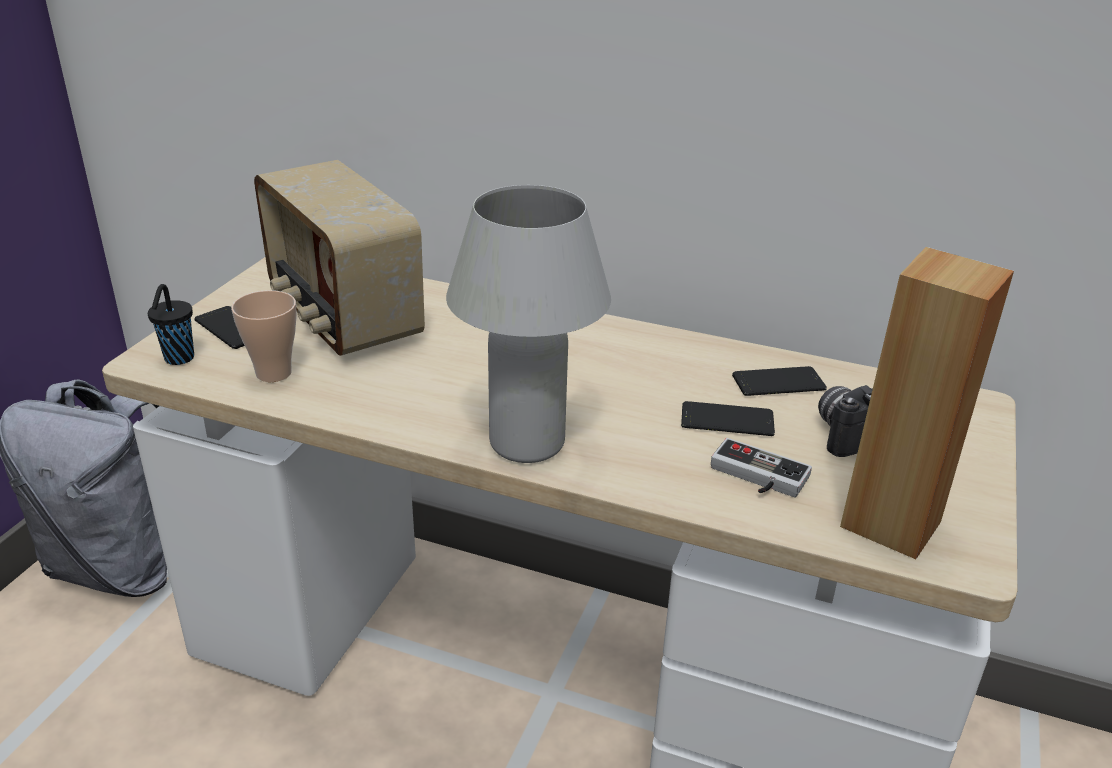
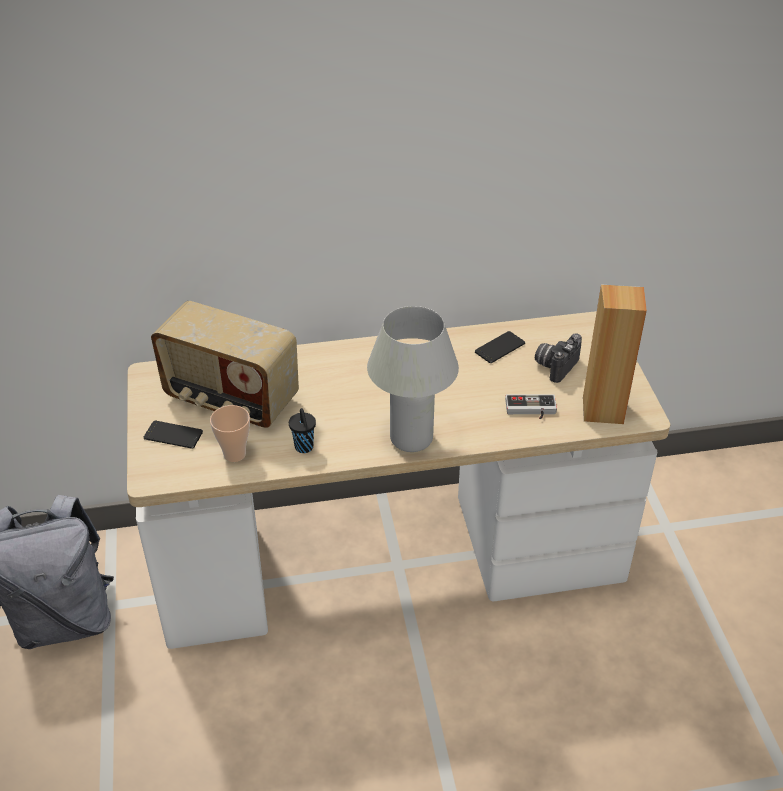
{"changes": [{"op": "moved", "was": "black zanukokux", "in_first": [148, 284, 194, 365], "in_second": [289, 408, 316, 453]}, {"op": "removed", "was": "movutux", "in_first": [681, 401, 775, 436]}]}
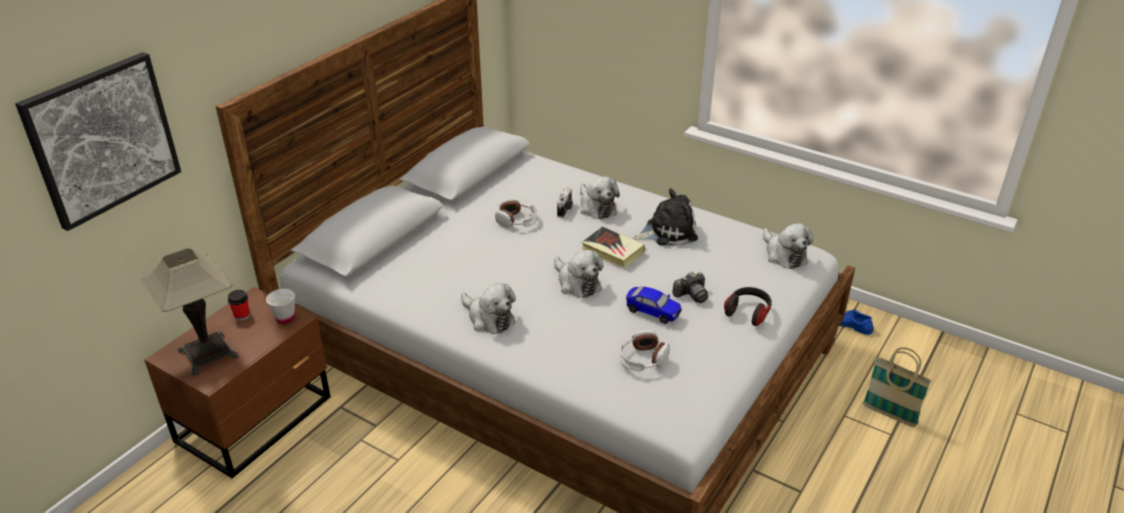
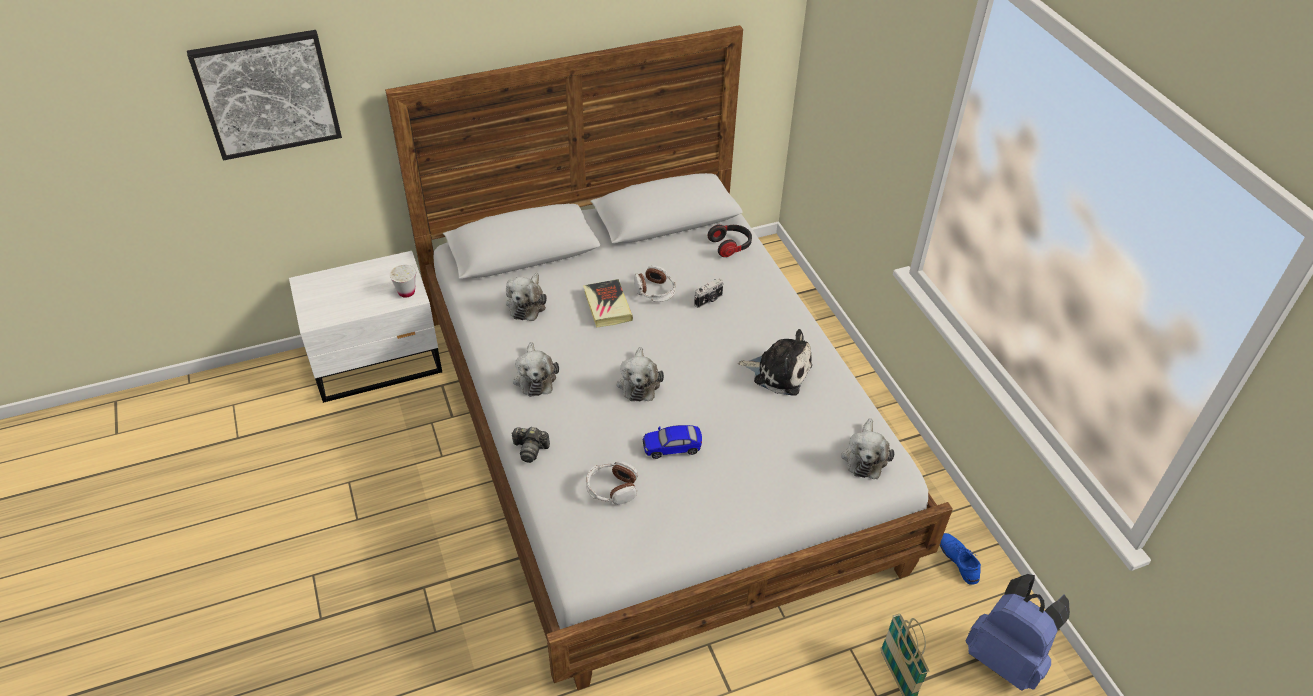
{"changes": [{"op": "removed", "was": "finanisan", "in_first": [142, 248, 239, 376]}, {"op": "recoloured", "was": "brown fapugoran", "now": "white fapugoran", "in_first": [144, 287, 331, 478], "in_second": [289, 251, 442, 403]}, {"op": "removed", "was": "zanukokux", "in_first": [228, 290, 250, 321]}, {"op": "moved", "was": "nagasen", "in_first": [580, 176, 620, 220], "in_second": [506, 273, 547, 321]}, {"op": "moved", "was": "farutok", "in_first": [581, 226, 645, 268], "in_second": [583, 279, 633, 328]}, {"op": "turned", "was": "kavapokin", "in_first": [626, 287, 682, 324], "in_second": [642, 425, 702, 459], "clockwise": 105}, {"op": "moved", "was": "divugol", "in_first": [672, 272, 708, 303], "in_second": [511, 427, 550, 463]}, {"op": "moved", "was": "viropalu", "in_first": [724, 287, 772, 326], "in_second": [708, 225, 752, 257]}, {"op": "added", "now": "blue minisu", "in_second": [965, 574, 1070, 691]}]}
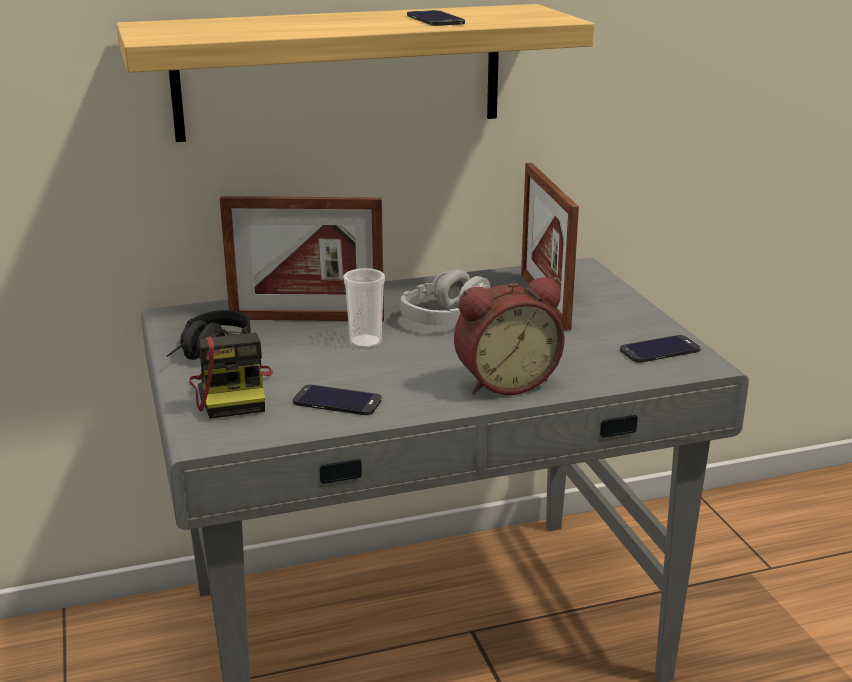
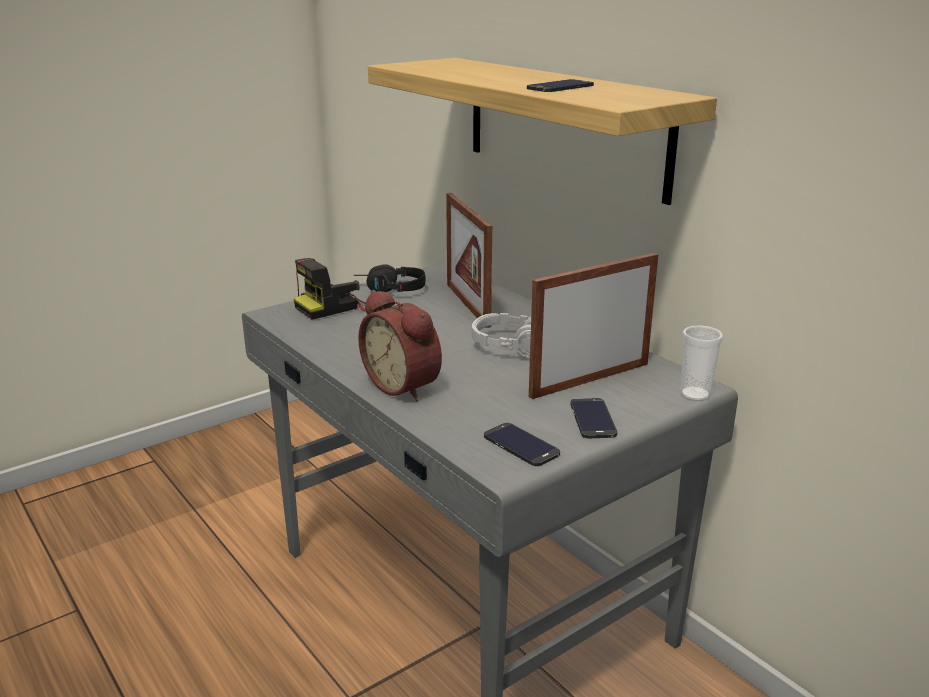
{"changes": [{"op": "moved", "was": "movutux", "in_first": [293, 385, 382, 415], "in_second": [571, 398, 617, 438]}, {"op": "moved", "was": "zanukokux", "in_first": [343, 268, 385, 349], "in_second": [680, 326, 723, 401]}]}
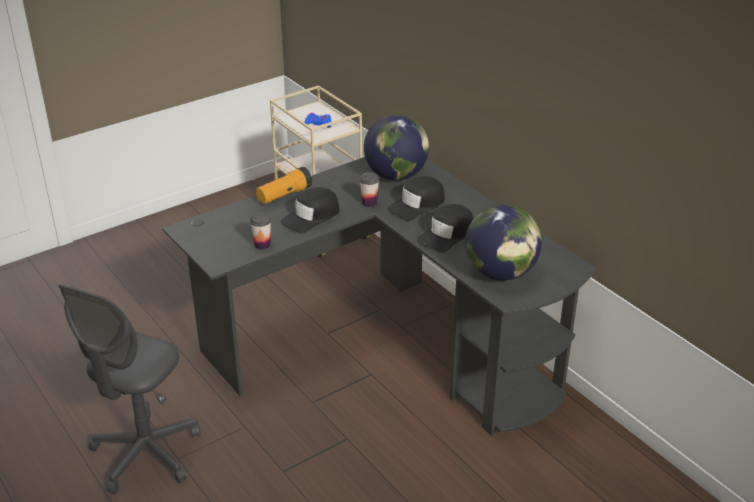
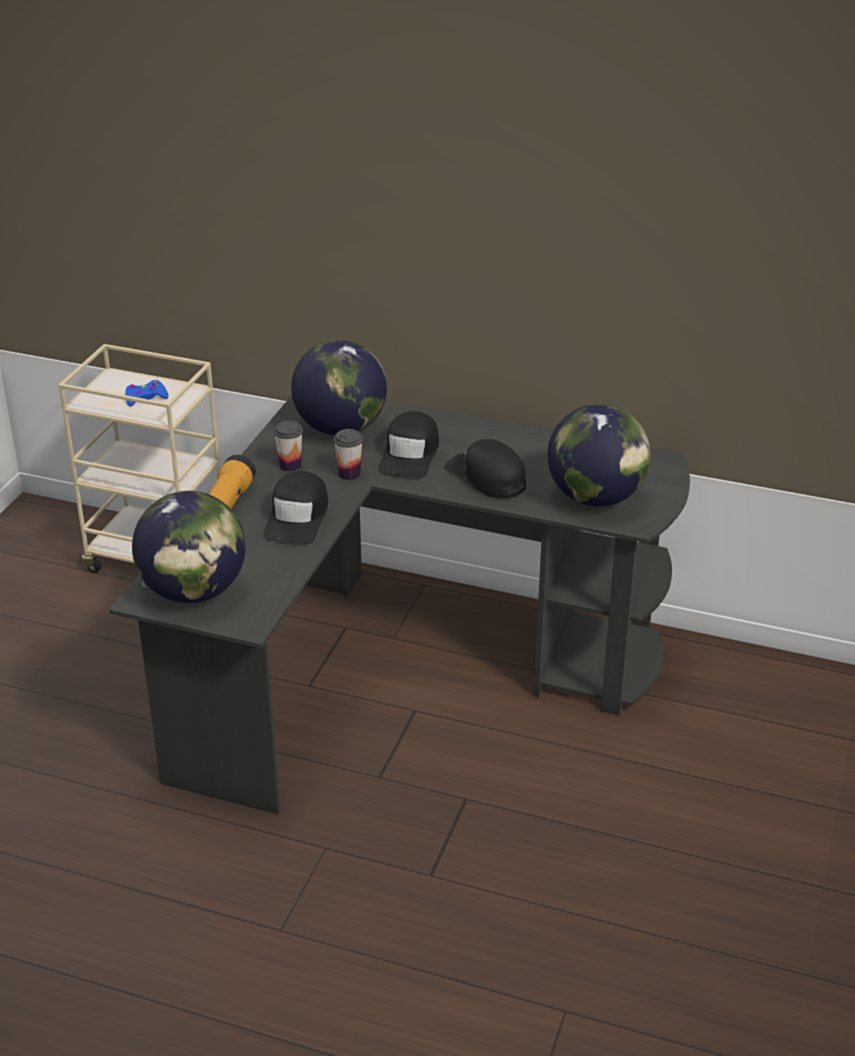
{"changes": [{"op": "removed", "was": "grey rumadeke", "in_first": [58, 284, 200, 494]}, {"op": "moved", "was": "zanukokux", "in_first": [250, 213, 271, 250], "in_second": [274, 421, 303, 472]}, {"op": "turned", "was": "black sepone", "in_first": [417, 204, 474, 253], "in_second": [444, 439, 526, 498], "clockwise": 135}, {"op": "added", "now": "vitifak", "in_second": [132, 491, 246, 603]}]}
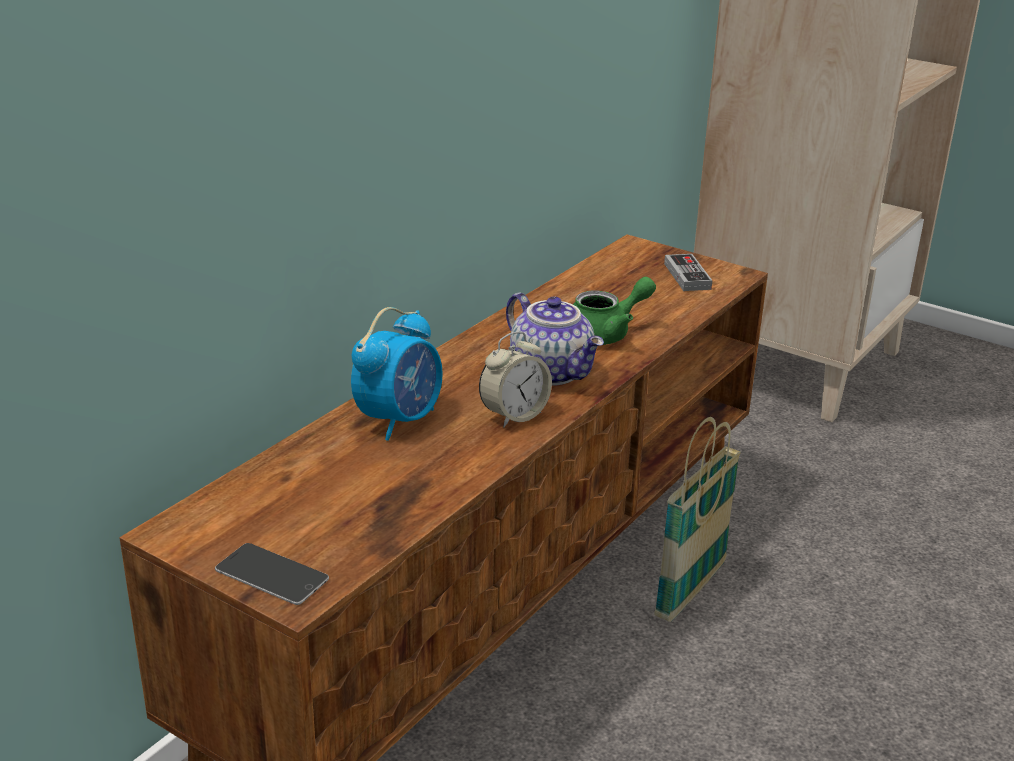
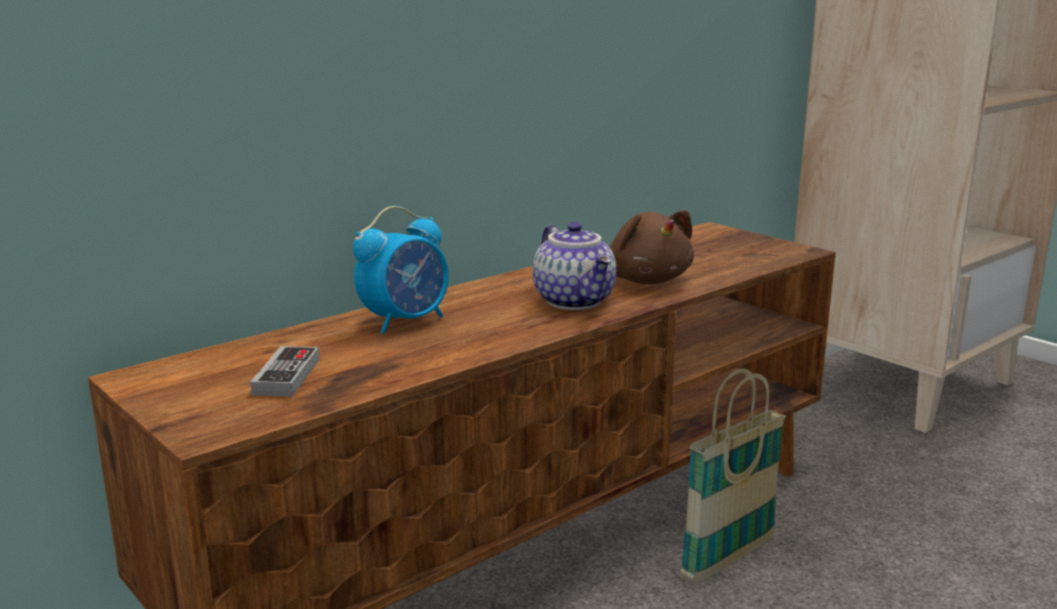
{"changes": [{"op": "removed", "was": "movutux", "in_first": [215, 543, 329, 605]}, {"op": "removed", "was": "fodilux", "in_first": [479, 332, 552, 427]}, {"op": "replaced", "was": "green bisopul", "now": "brown nagasen", "in_first": [573, 277, 656, 345], "in_second": [609, 210, 694, 284]}, {"op": "moved", "was": "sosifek", "in_first": [664, 254, 712, 291], "in_second": [250, 346, 320, 397]}]}
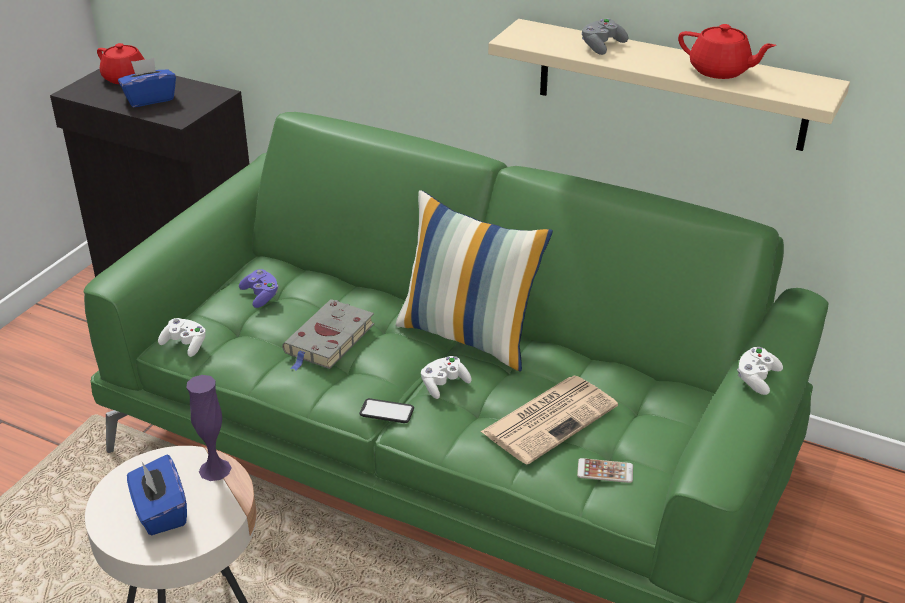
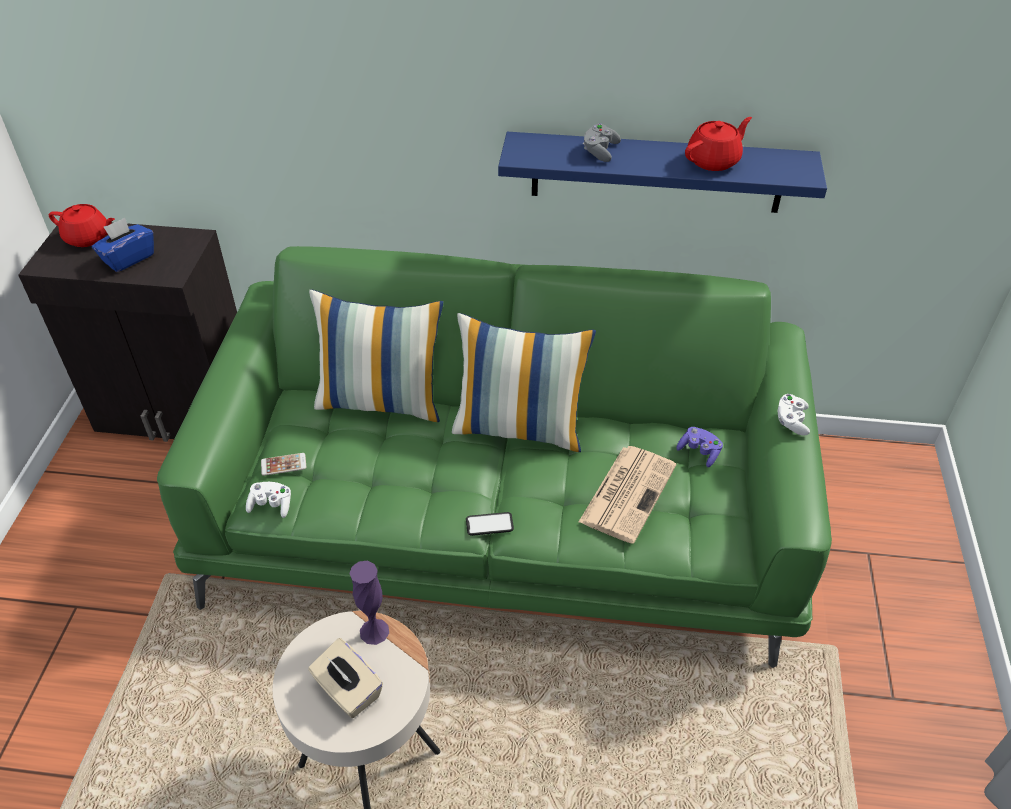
{"changes": [{"op": "recoloured", "was": "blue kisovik", "now": "beige kisovik", "in_first": [127, 455, 187, 535], "in_second": [308, 638, 383, 718]}, {"op": "moved", "was": "purple sosifek", "in_first": [239, 269, 279, 308], "in_second": [676, 427, 723, 467]}, {"op": "removed", "was": "grey farutok", "in_first": [282, 299, 374, 371]}, {"op": "removed", "was": "white sosifek", "in_first": [421, 356, 472, 399]}, {"op": "recoloured", "was": "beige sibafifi", "now": "blue sibafifi", "in_first": [488, 19, 850, 151], "in_second": [498, 132, 827, 213]}, {"op": "moved", "was": "movutux", "in_first": [577, 458, 633, 483], "in_second": [261, 453, 306, 476]}, {"op": "turned", "was": "red bisopul", "in_first": [678, 24, 776, 79], "in_second": [685, 117, 752, 171], "clockwise": -45}, {"op": "added", "now": "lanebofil", "in_second": [309, 290, 443, 422]}]}
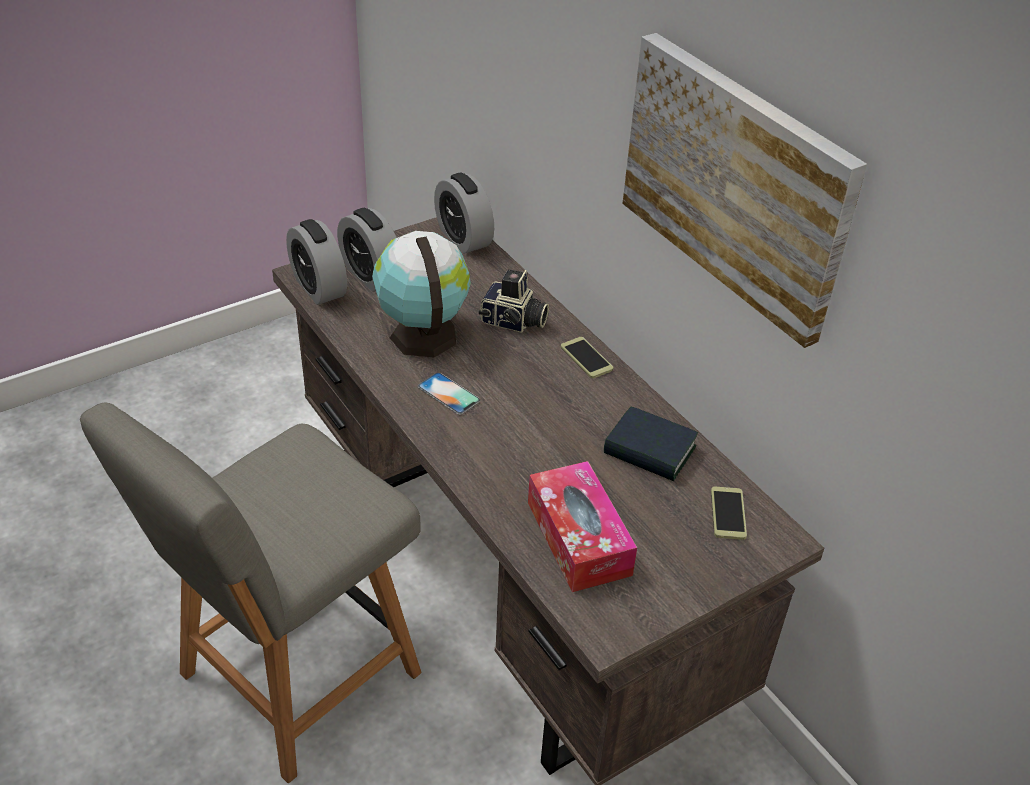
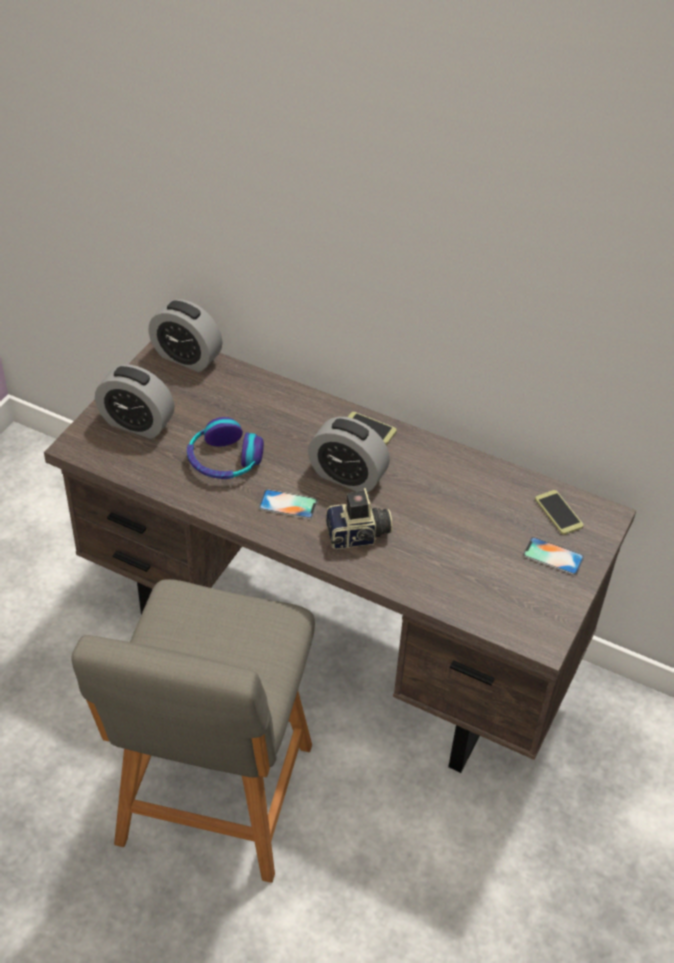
{"changes": [{"op": "moved", "was": "fodilux", "in_first": [286, 219, 347, 305], "in_second": [308, 417, 390, 492]}, {"op": "replaced", "was": "vitifak", "now": "viropalu", "in_first": [372, 231, 471, 357], "in_second": [187, 417, 264, 479]}, {"op": "moved", "was": "divugol", "in_first": [479, 269, 549, 333], "in_second": [326, 488, 393, 549]}, {"op": "removed", "was": "kisovik", "in_first": [528, 461, 637, 592]}, {"op": "removed", "was": "farutok", "in_first": [604, 407, 698, 481]}, {"op": "removed", "was": "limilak", "in_first": [623, 33, 867, 348]}, {"op": "added", "now": "movutux", "in_second": [523, 537, 584, 575]}]}
